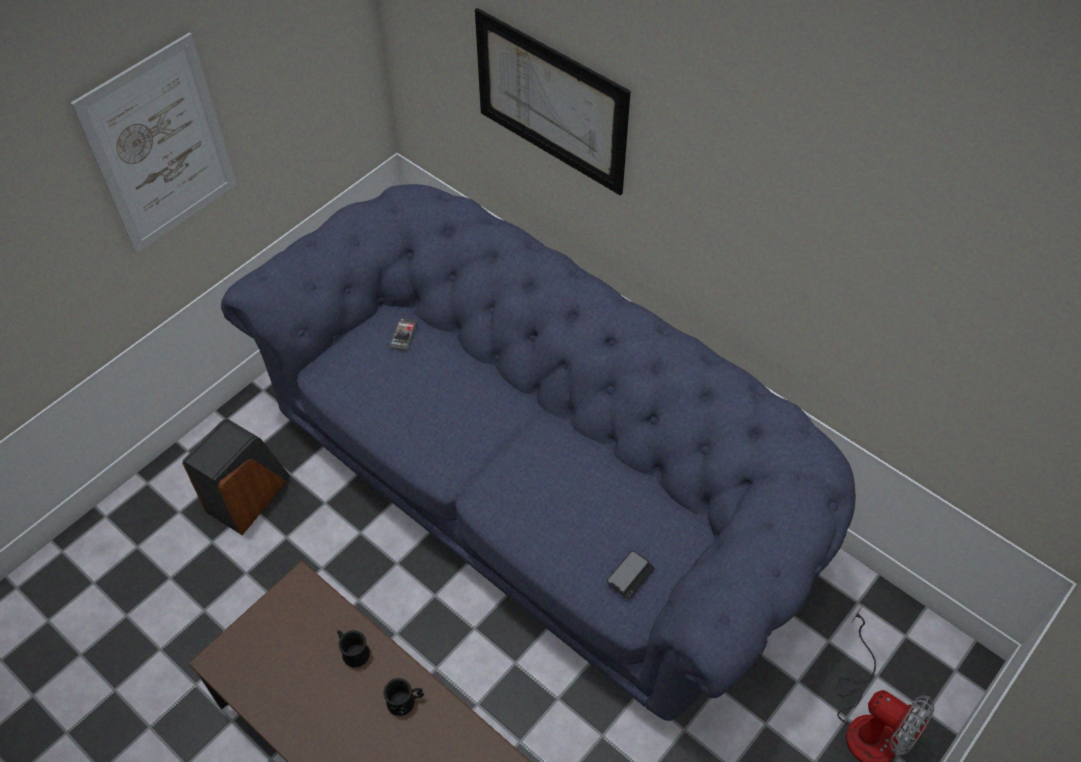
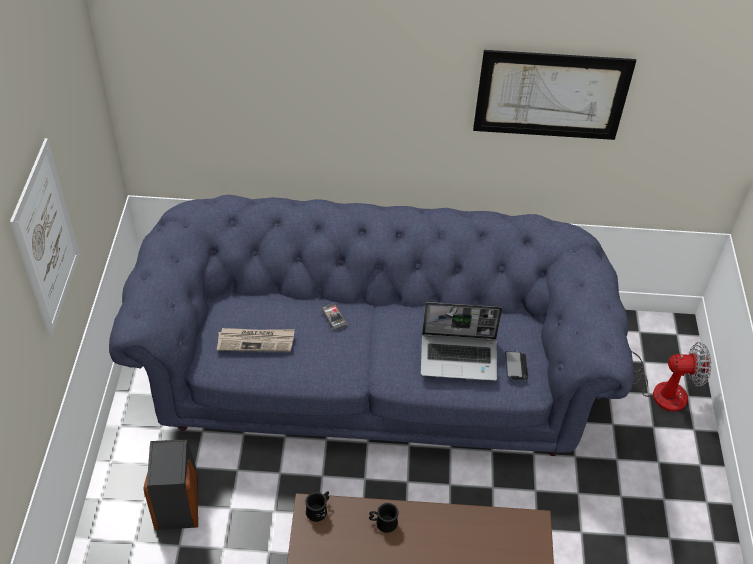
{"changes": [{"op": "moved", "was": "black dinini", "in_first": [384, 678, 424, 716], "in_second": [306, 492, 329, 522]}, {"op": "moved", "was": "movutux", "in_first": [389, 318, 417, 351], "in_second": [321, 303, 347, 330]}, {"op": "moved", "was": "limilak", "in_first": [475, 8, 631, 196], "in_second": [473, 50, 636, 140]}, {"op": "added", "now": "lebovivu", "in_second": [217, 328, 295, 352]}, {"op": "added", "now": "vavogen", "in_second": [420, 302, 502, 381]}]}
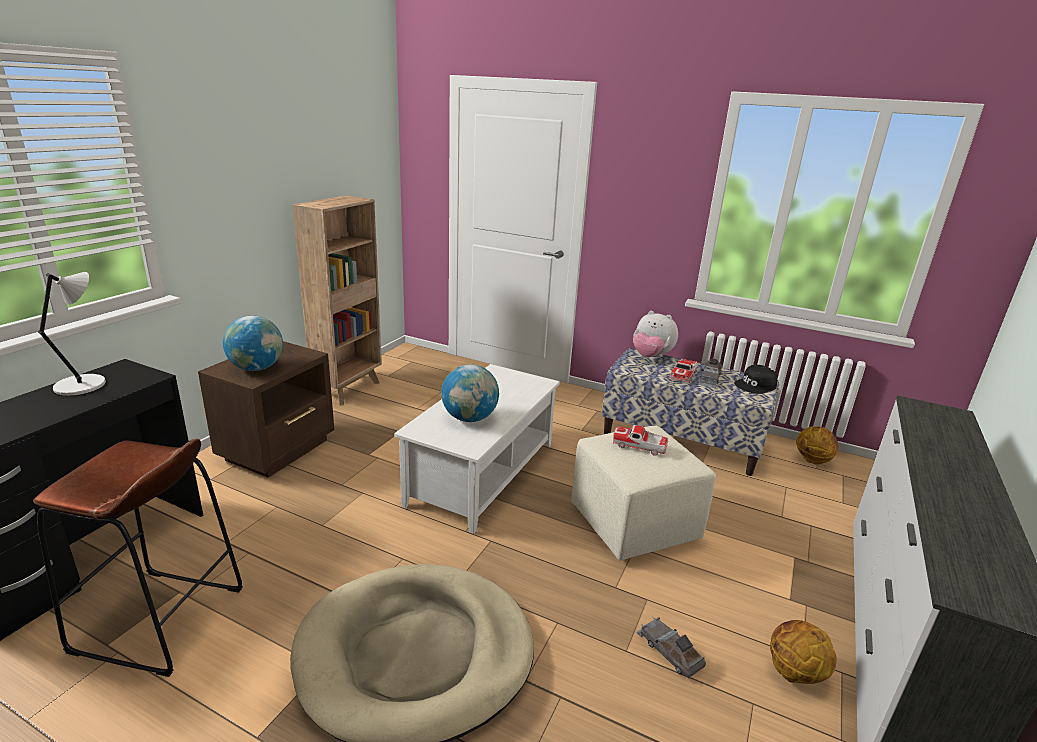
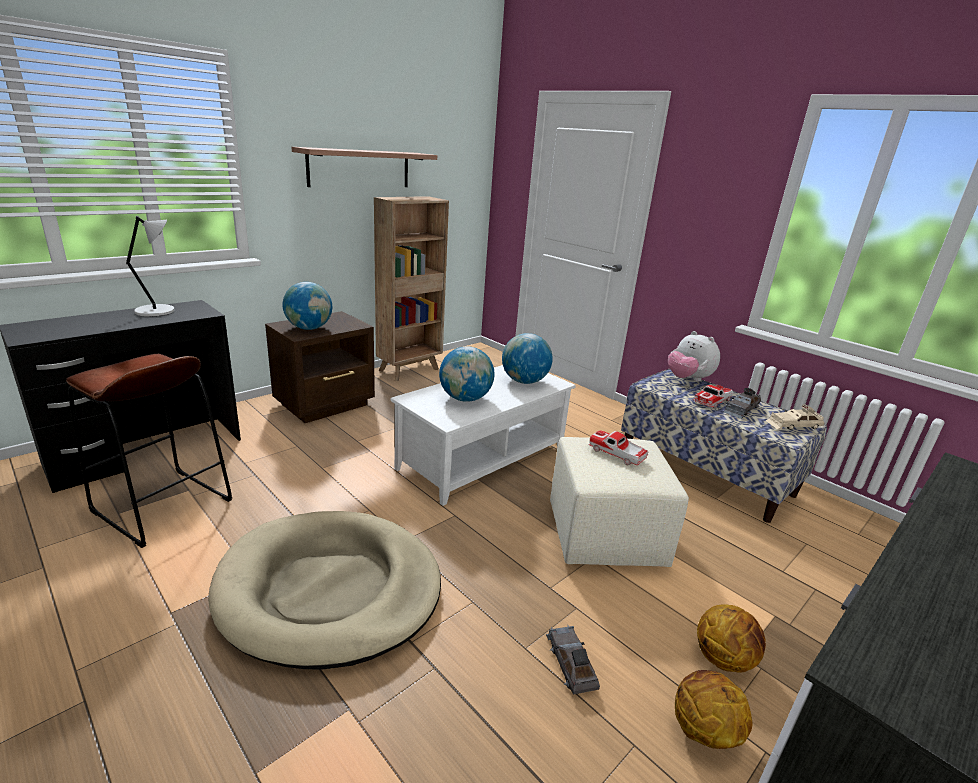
{"changes": [{"op": "replaced", "was": "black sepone", "now": "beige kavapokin", "in_first": [734, 364, 777, 394], "in_second": [766, 404, 824, 430]}, {"op": "moved", "was": "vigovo", "in_first": [796, 426, 838, 465], "in_second": [697, 604, 766, 673]}, {"op": "added", "now": "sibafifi", "in_second": [291, 147, 437, 187]}, {"op": "added", "now": "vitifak", "in_second": [502, 333, 553, 384]}]}
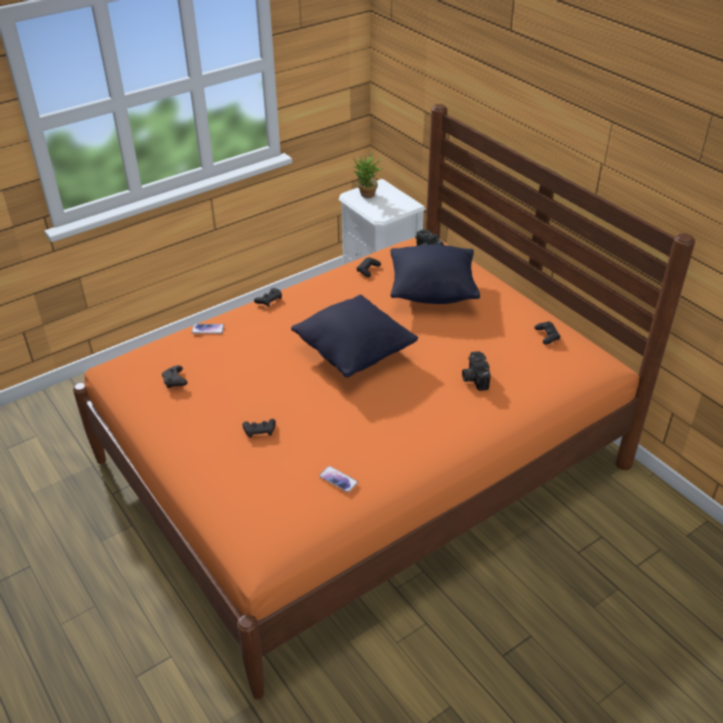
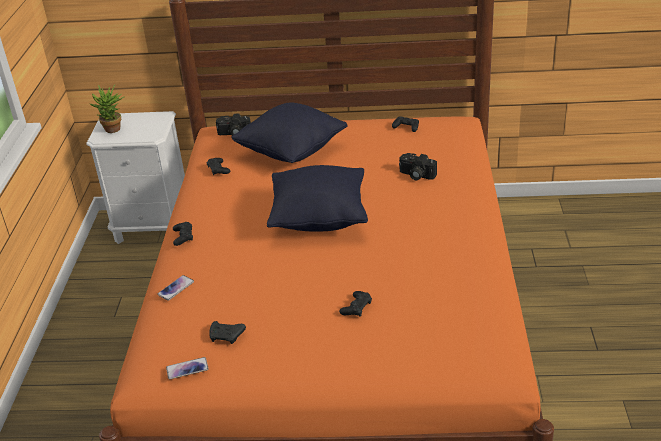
{"changes": [{"op": "moved", "was": "movutux", "in_first": [319, 466, 358, 493], "in_second": [166, 357, 209, 379]}]}
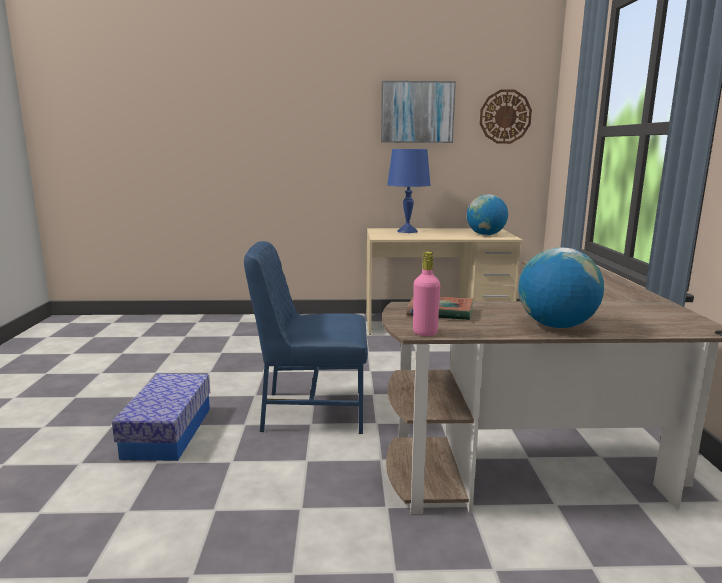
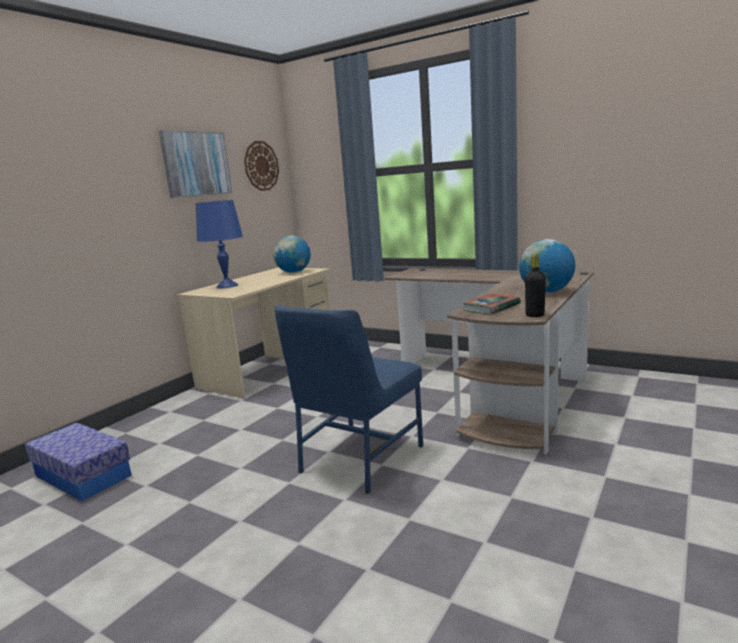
{"changes": [{"op": "moved", "was": "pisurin", "in_first": [112, 374, 210, 461], "in_second": [25, 423, 132, 501]}, {"op": "recoloured", "was": "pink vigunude", "now": "black vigunude", "in_first": [413, 251, 440, 336], "in_second": [525, 254, 546, 317]}]}
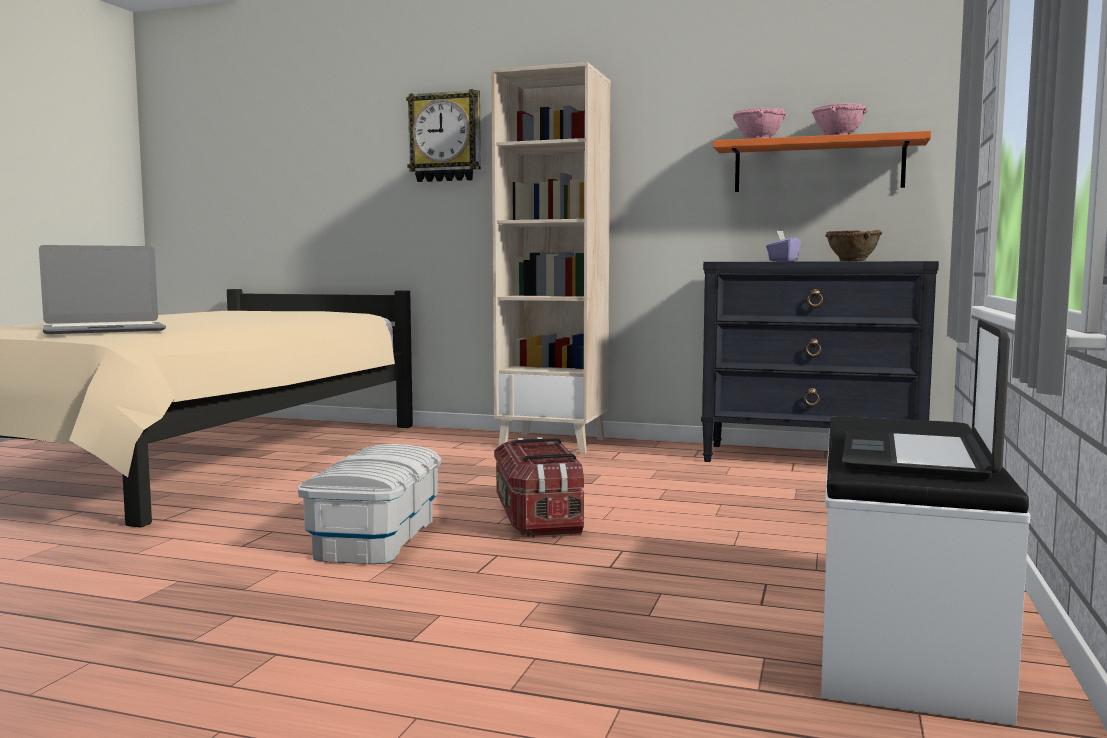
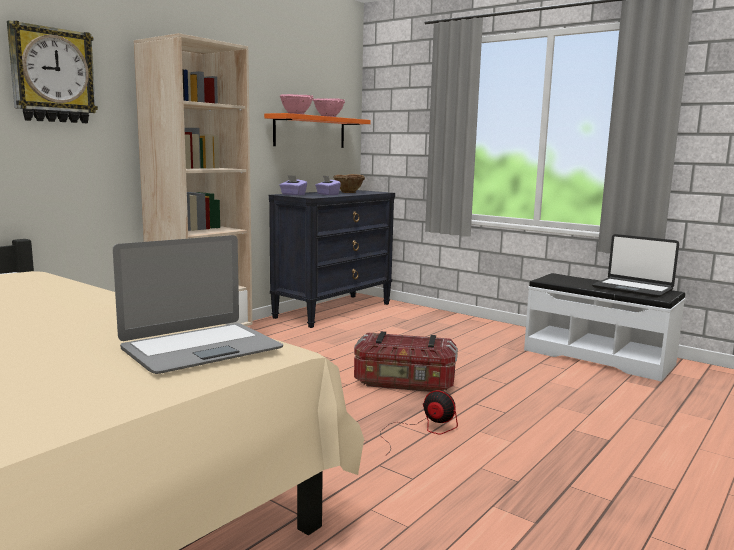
{"changes": [{"op": "turned", "was": "vavogen", "in_first": [39, 245, 166, 334], "in_second": [113, 235, 283, 374], "clockwise": 60}, {"op": "replaced", "was": "white pisurin", "now": "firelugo", "in_first": [298, 444, 442, 564], "in_second": [380, 390, 458, 456]}, {"op": "added", "now": "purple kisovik", "in_second": [279, 175, 308, 195]}]}
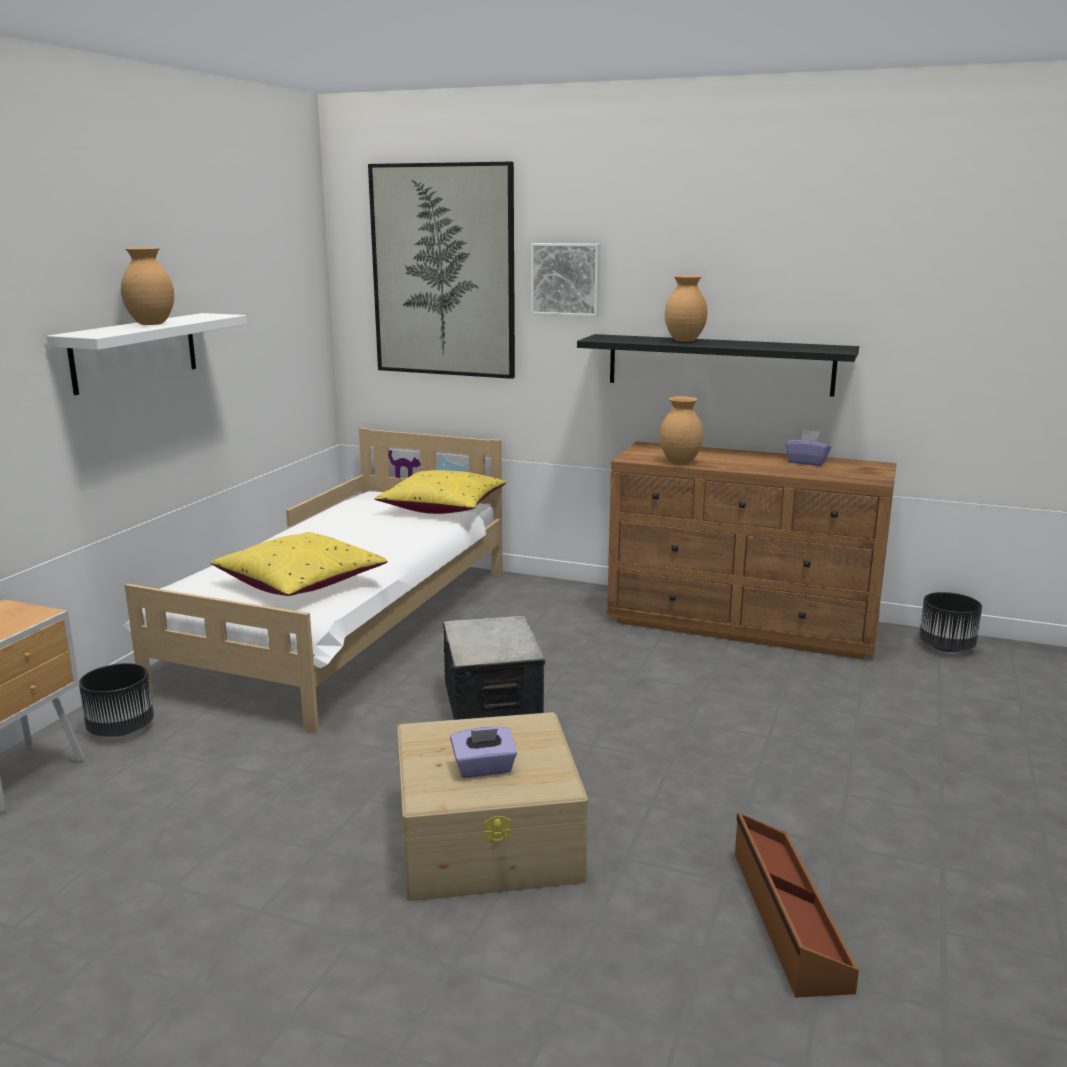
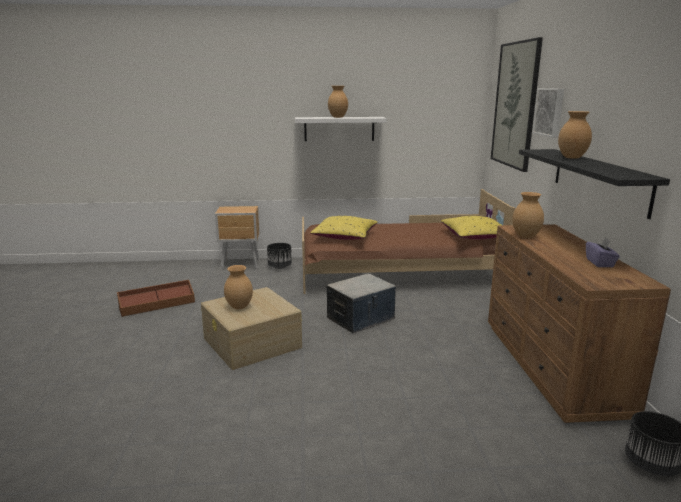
{"changes": [{"op": "recoloured", "was": "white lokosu", "now": "brown lokosu", "in_first": [124, 428, 503, 734], "in_second": [302, 189, 515, 294]}, {"op": "replaced", "was": "purple kisovik", "now": "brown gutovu", "in_first": [450, 727, 517, 778], "in_second": [224, 265, 253, 309]}, {"op": "moved", "was": "brown pisurin", "in_first": [735, 813, 859, 998], "in_second": [117, 280, 195, 317]}]}
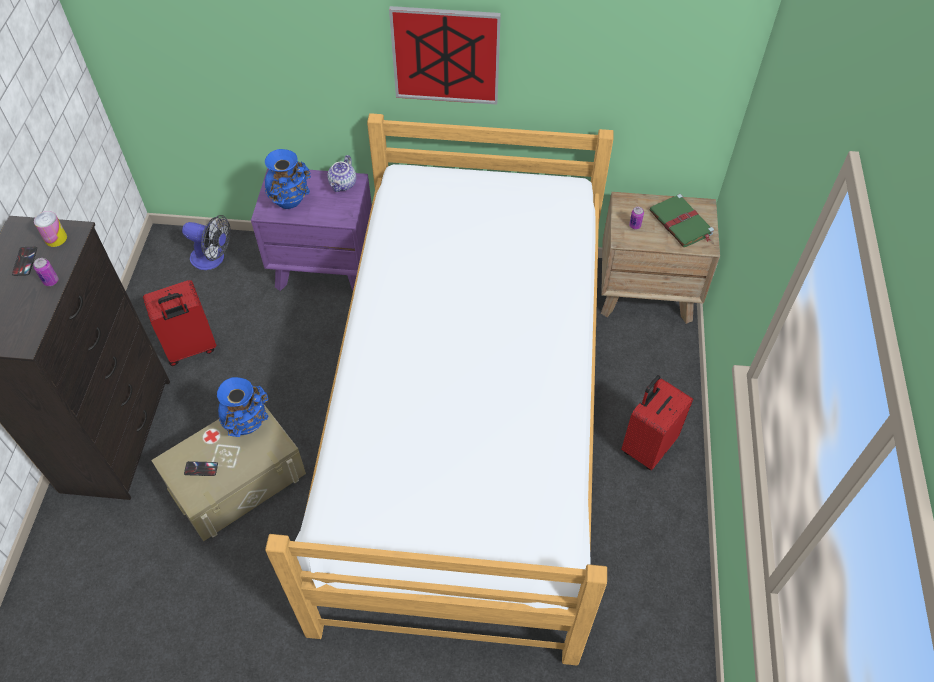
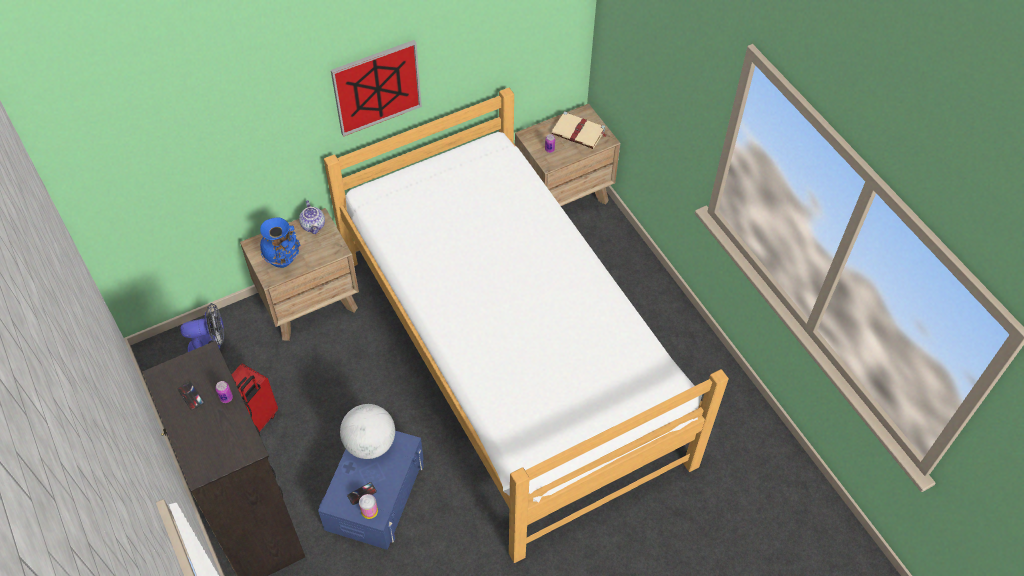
{"changes": [{"op": "moved", "was": "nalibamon", "in_first": [34, 211, 67, 247], "in_second": [359, 494, 378, 519]}, {"op": "recoloured", "was": "beige pisurin", "now": "blue pisurin", "in_first": [151, 405, 306, 541], "in_second": [318, 431, 424, 550]}, {"op": "replaced", "was": "blue gutovu", "now": "vitifak", "in_first": [217, 377, 268, 437], "in_second": [340, 404, 395, 459]}, {"op": "recoloured", "was": "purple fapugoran", "now": "brown fapugoran", "in_first": [251, 168, 372, 291], "in_second": [240, 208, 359, 341]}, {"op": "removed", "was": "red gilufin", "in_first": [621, 375, 693, 470]}, {"op": "recoloured", "was": "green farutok", "now": "beige farutok", "in_first": [649, 194, 714, 247], "in_second": [552, 111, 606, 149]}]}
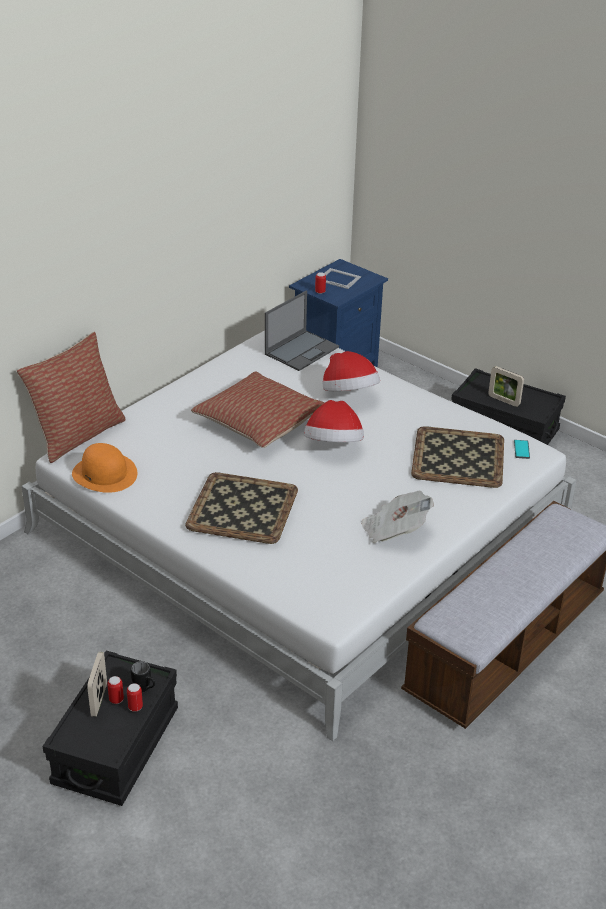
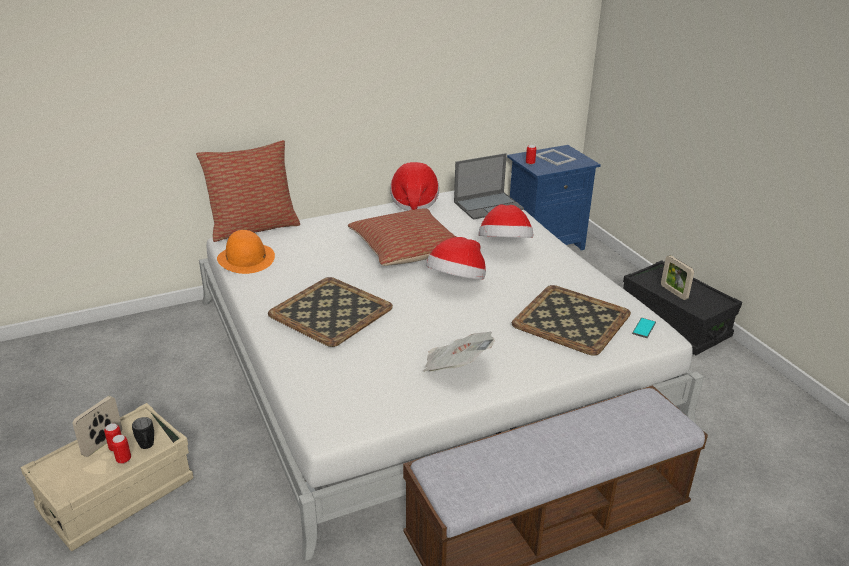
{"changes": [{"op": "recoloured", "was": "black pisurin", "now": "beige pisurin", "in_first": [43, 650, 178, 806], "in_second": [20, 403, 194, 551]}, {"op": "added", "now": "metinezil", "in_second": [390, 162, 439, 211]}]}
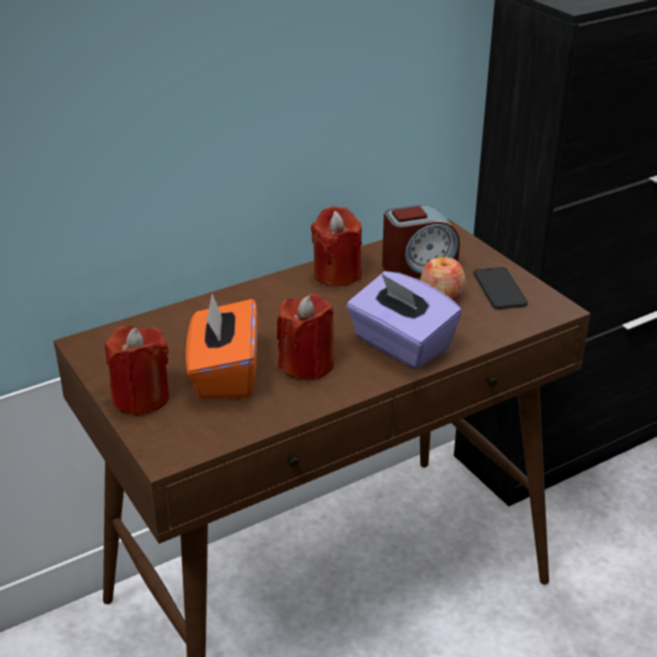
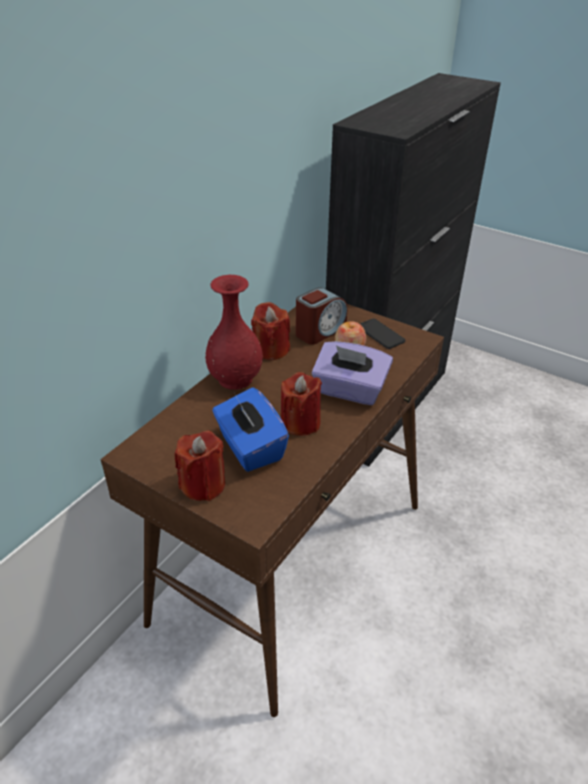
{"changes": [{"op": "recoloured", "was": "orange kisovik", "now": "blue kisovik", "in_first": [186, 294, 257, 399], "in_second": [212, 387, 289, 472]}, {"op": "added", "now": "red gutovu", "in_second": [205, 275, 263, 390]}]}
